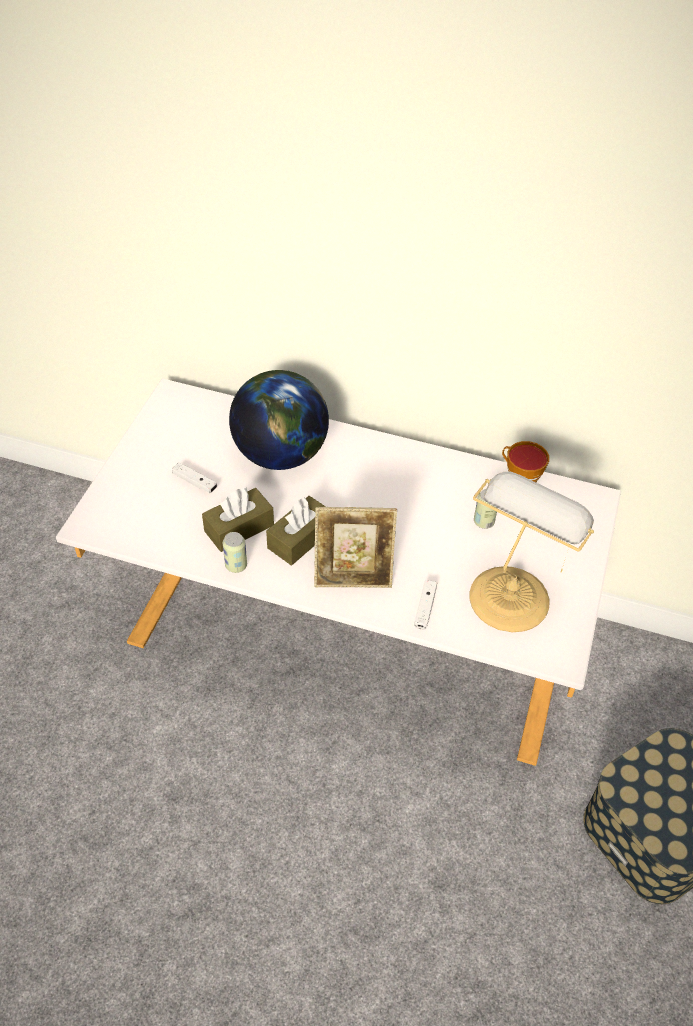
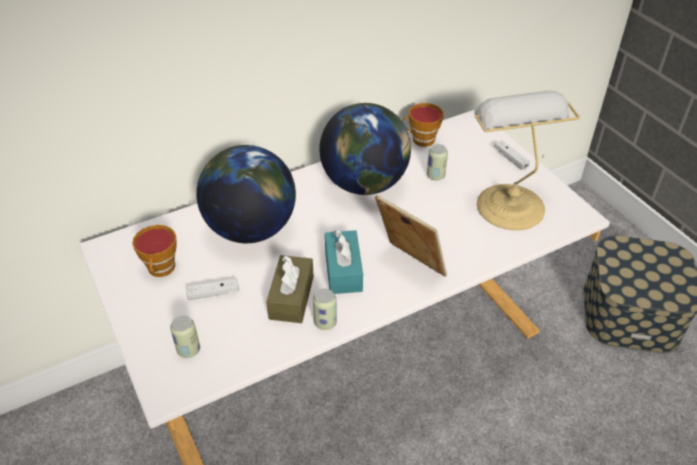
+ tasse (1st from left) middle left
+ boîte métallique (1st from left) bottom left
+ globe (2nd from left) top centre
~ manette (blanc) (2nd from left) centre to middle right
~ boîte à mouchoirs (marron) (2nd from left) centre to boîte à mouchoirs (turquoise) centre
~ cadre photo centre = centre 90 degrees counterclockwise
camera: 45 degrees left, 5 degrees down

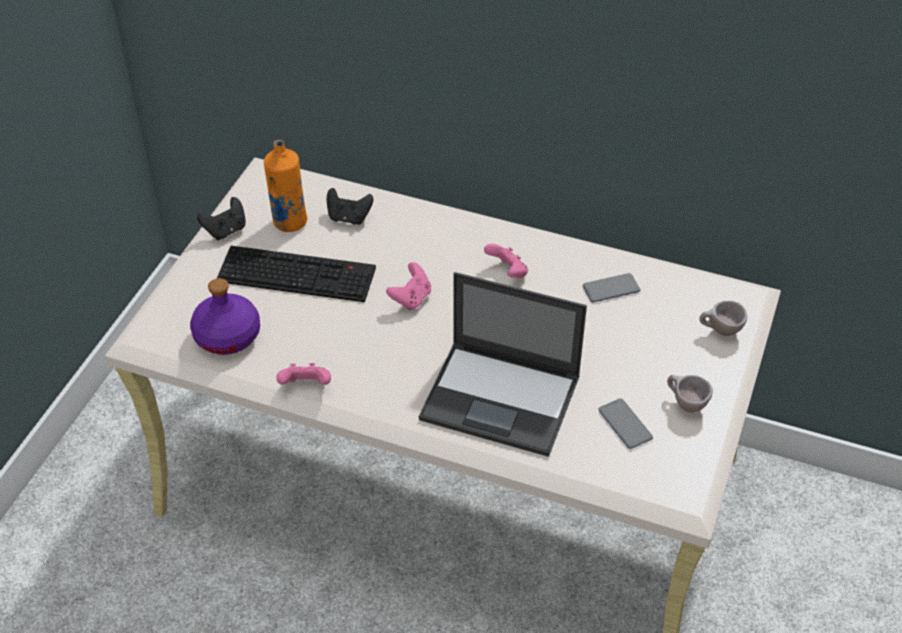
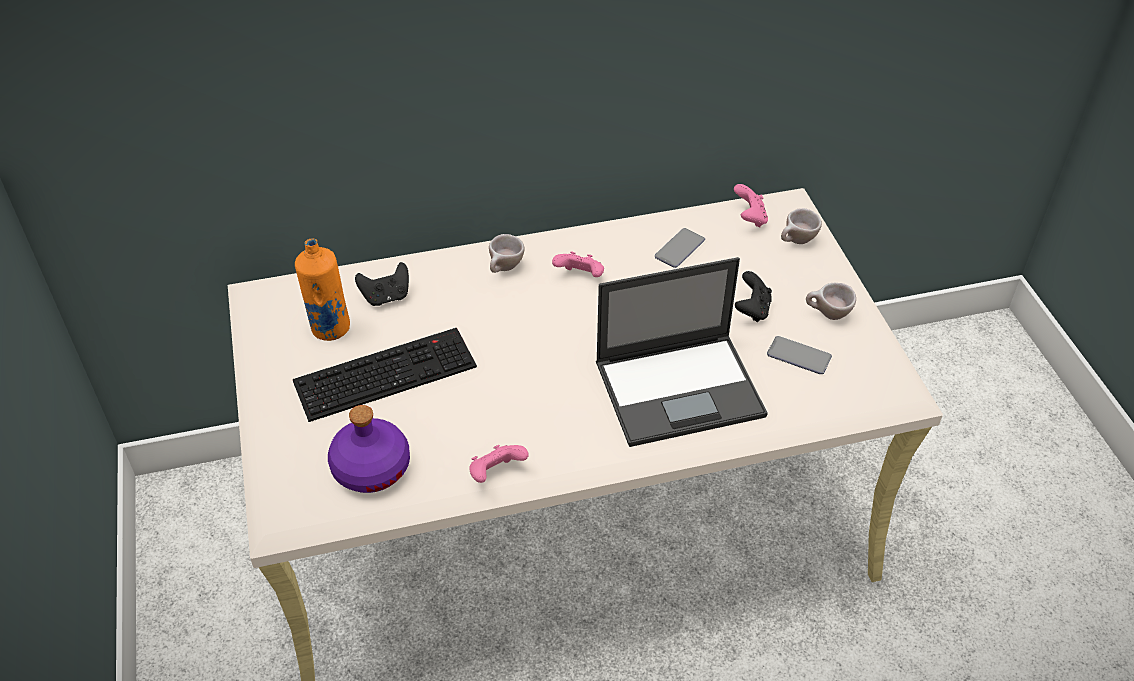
+ tasse (beige) (1st from left) centre
~ manette (noir) (1st from left in the first image) middle left to manette (noir) (2nd from left) centre
~ manette (rose) (2nd from left in the first image) centre to manette (rose) (3rd from left) top centre
camera: 35 degrees left, 0 degrees up

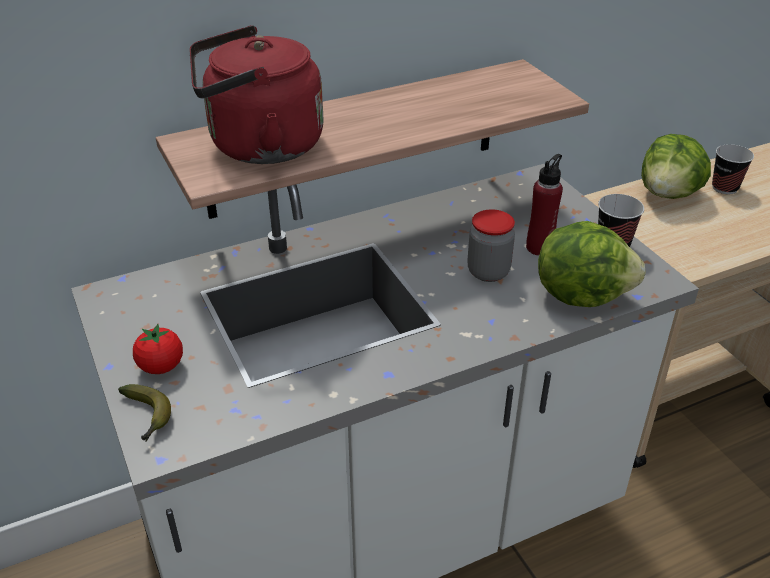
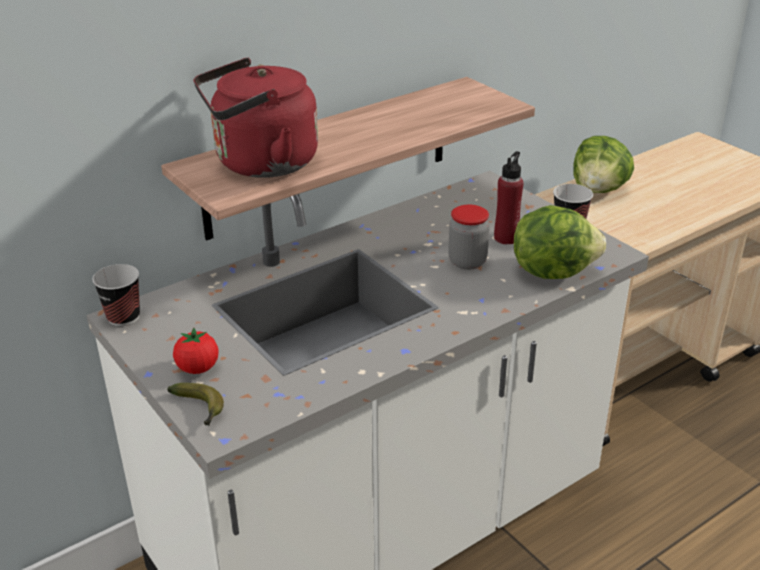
~ tasse (2nd from left in the first image) top right to tasse (1st from left) middle left
camera: 10 degrees left, 5 degrees down

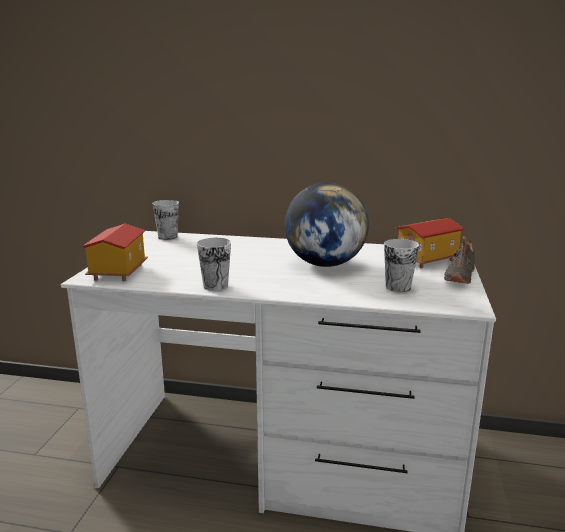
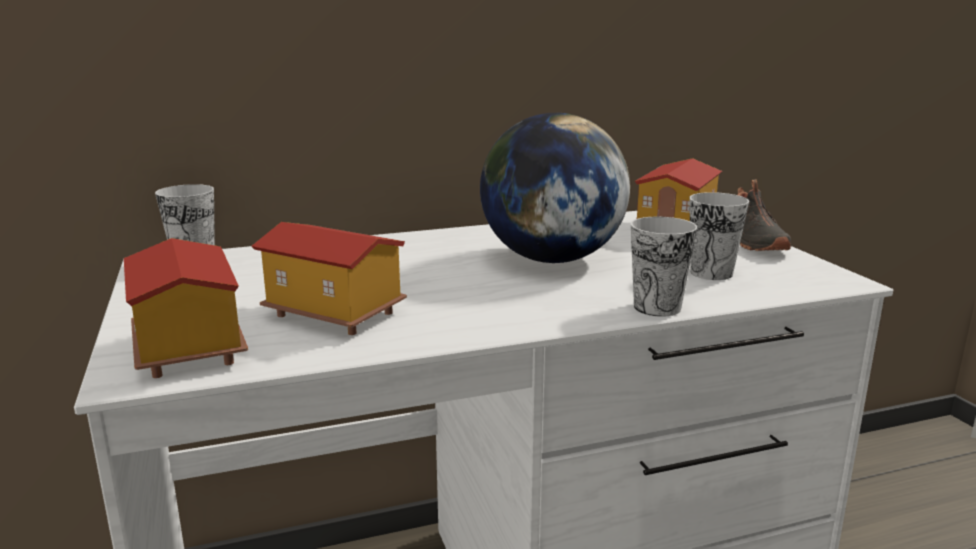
+ maison miniature (2nd from left) centre
~ tasse (2nd from left) centre to middle right
camera: 30 degrees left, 0 degrees up

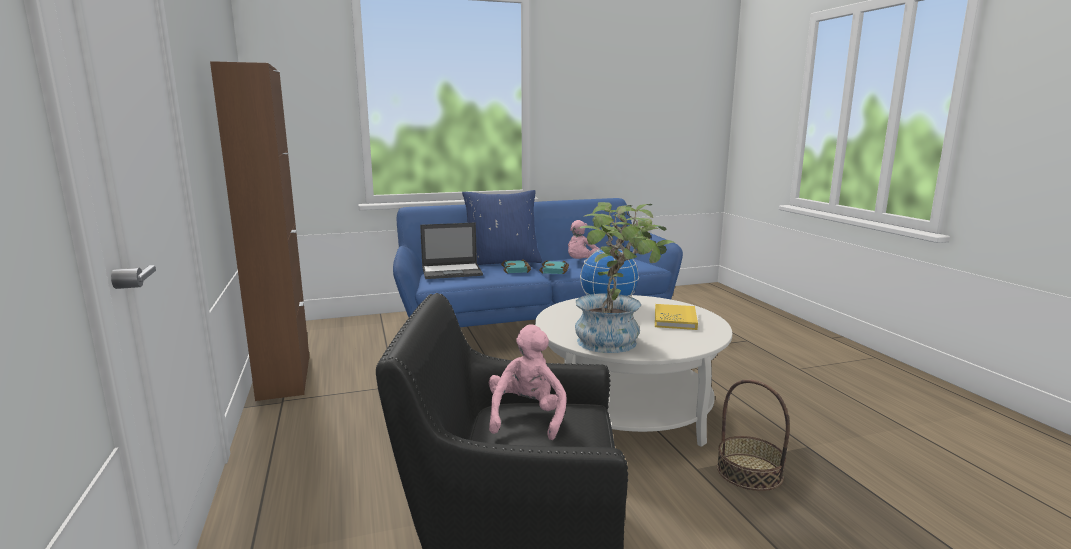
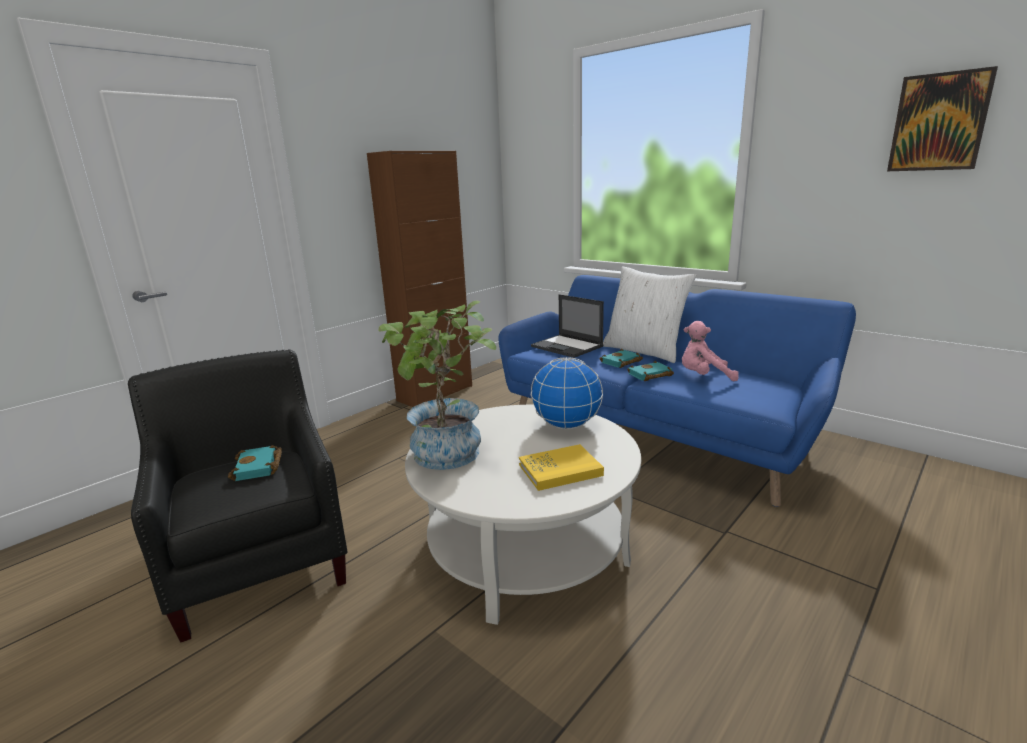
- panier bottom right
+ tableau top right
~ peluche (rose) (1st from left) bottom centre to livre (turquoise) (1st from left) middle left
~ coussin (bleu) centre to coussin (blanc) centre
camera: 60 degrees right, 5 degrees up

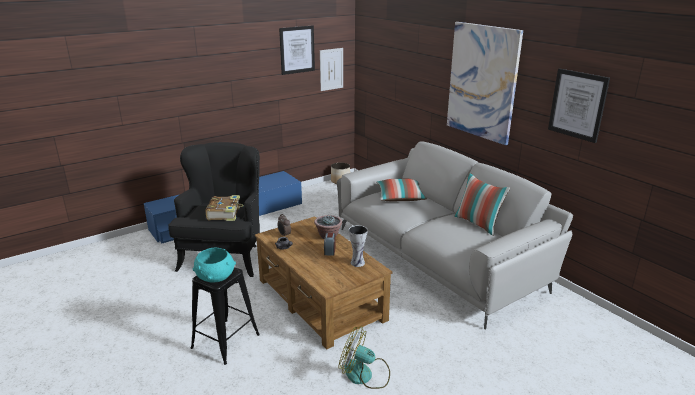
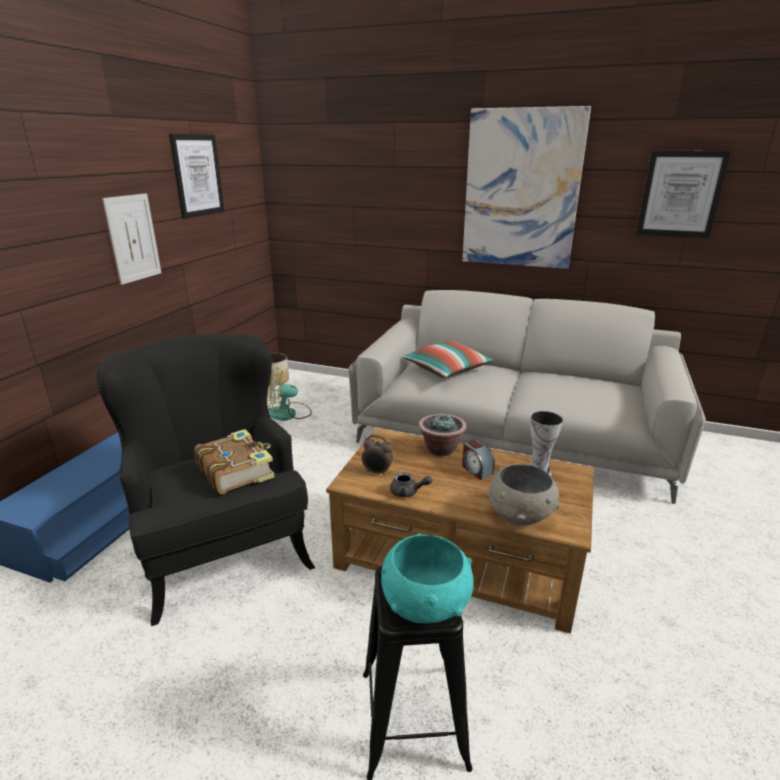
- coussin (2nd from left) middle right
+ bol (gris) middle right
~ tableau (2nd from left in the first image) top centre to tableau (1st from left) top left
~ ventilateur bottom centre to centre
camera: 35 degrees left, 0 degrees up

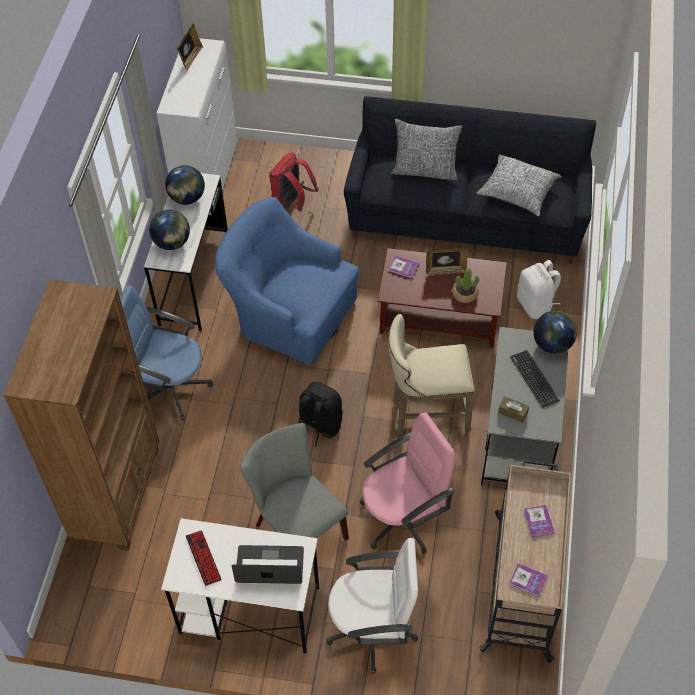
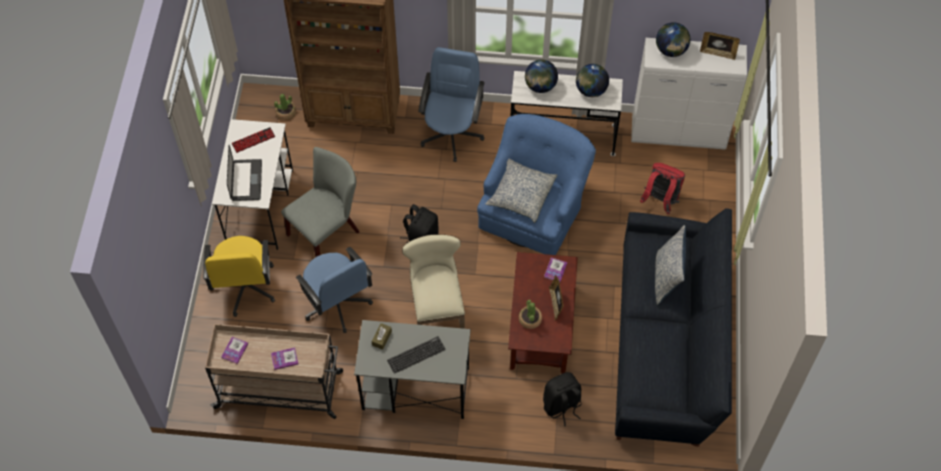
+ plante en pot (1st from left) top left
~ coussin (2nd from left in the first image) top right to coussin (1st from left) centre
~ globe (3rd from left) middle right to top right
~ chaise de bureau (blanc) bottom centre to chaise de bureau (jaune) middle left
~ chaise de bureau (rose) bottom centre to chaise de bureau (bleu) (1st from left) centre
~ sac à dos (blanc) middle right to sac à dos (noir) (2nd from left) bottom centre
camera: 85 degrees right, 5 degrees up

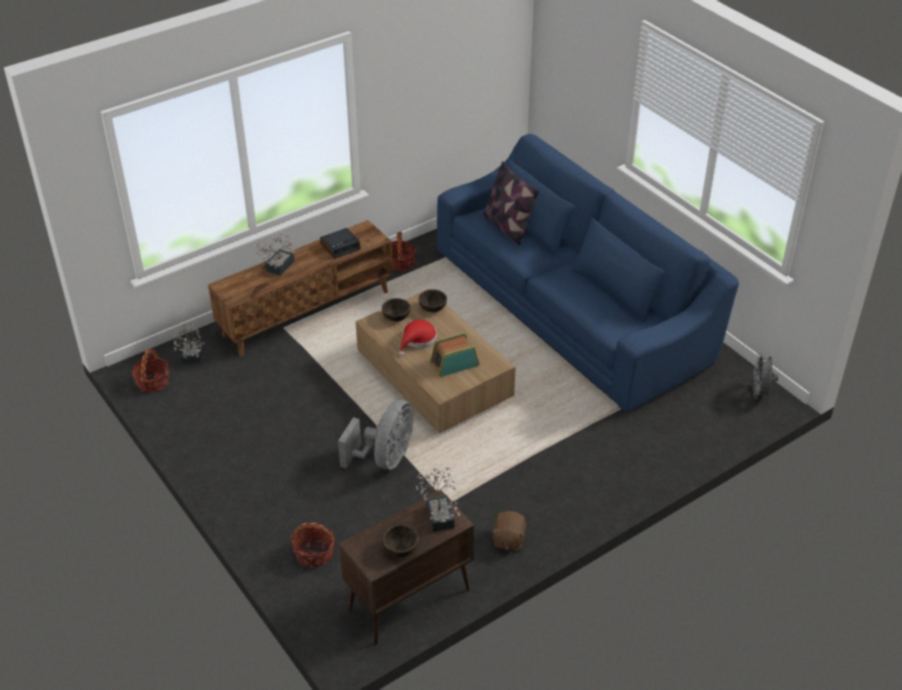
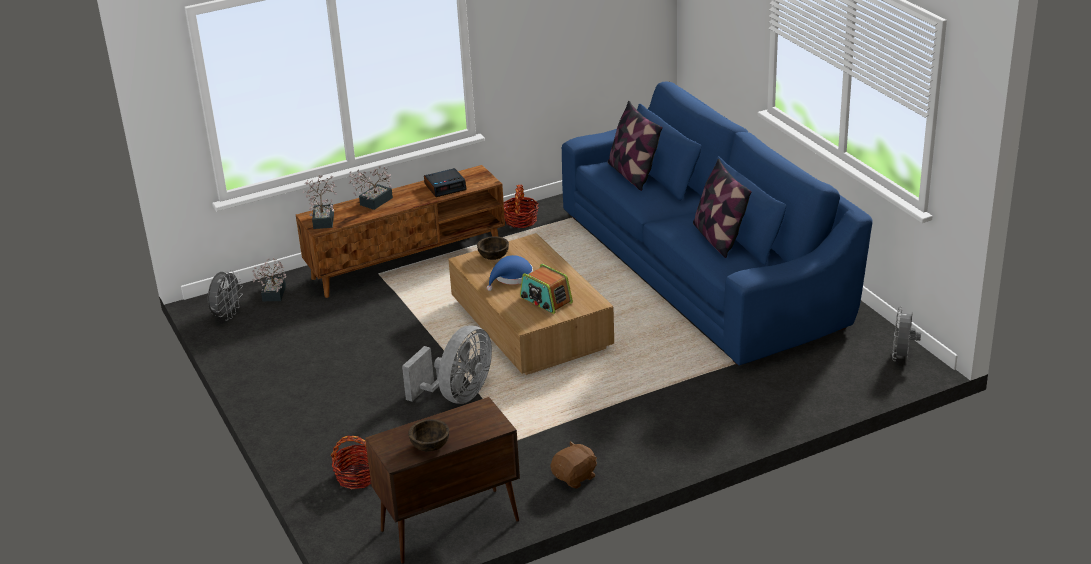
- bol (marron) (3rd from left) centre
+ coussin (2nd from left) centre
~ plante en pot (3rd from left in the first image) bottom centre to plante en pot (2nd from left) middle left
~ panier (1st from left) middle left to ventilateur (gris) (1st from left) middle left
~ chapeau (rouge) centre to chapeau (bleu) centre
~ radio centre = centre 120 degrees counterclockwise
~ peluche (marron) bottom centre = bottom centre 150 degrees counterclockwise
camera: 10 degrees right, 10 degrees down

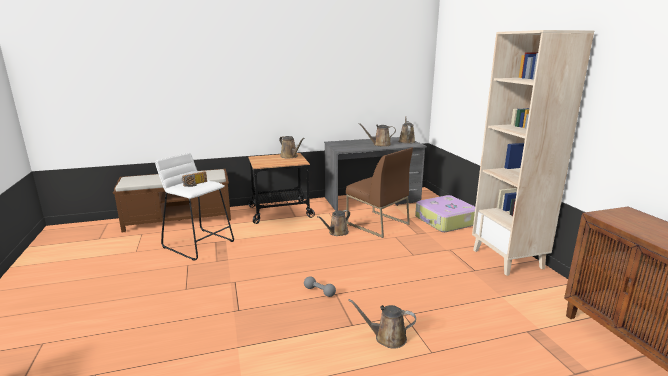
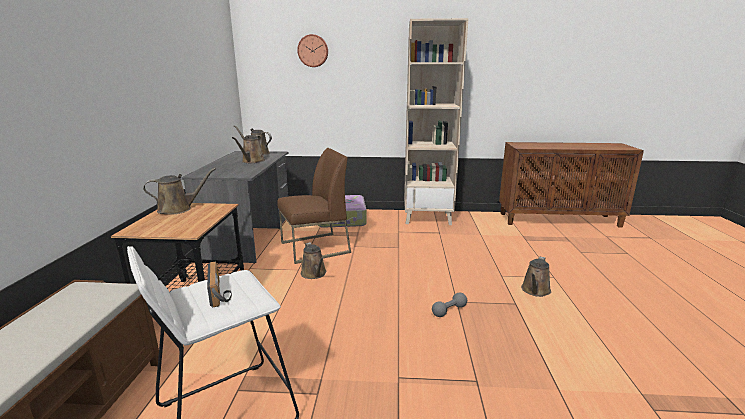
+ horloge murale top centre
camera: 70 degrees left, 0 degrees up

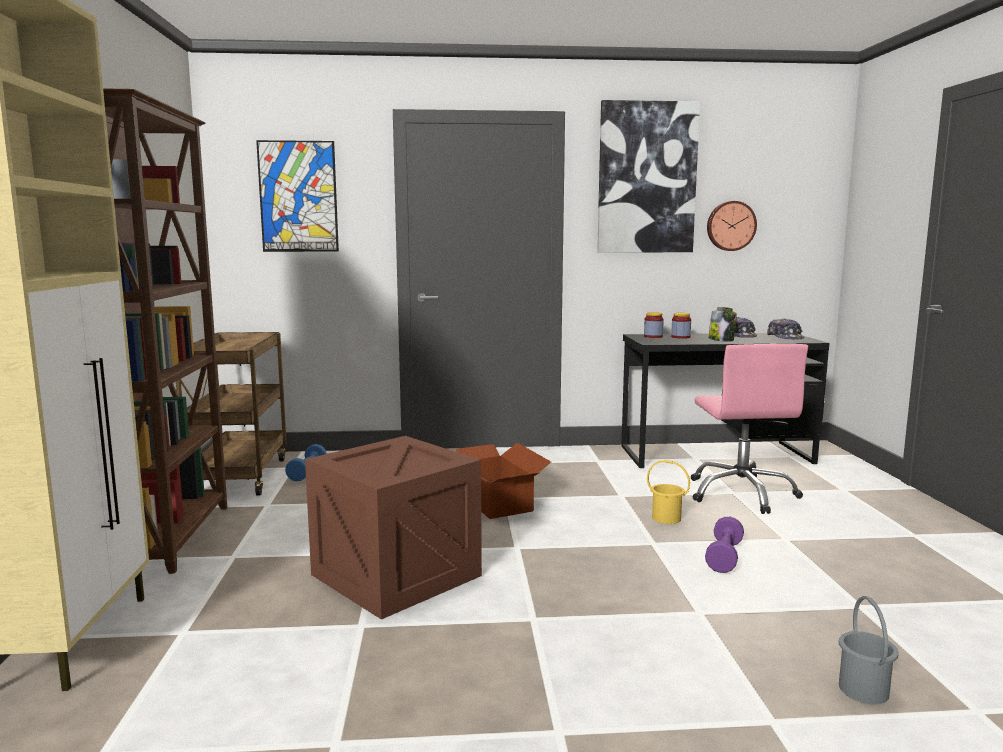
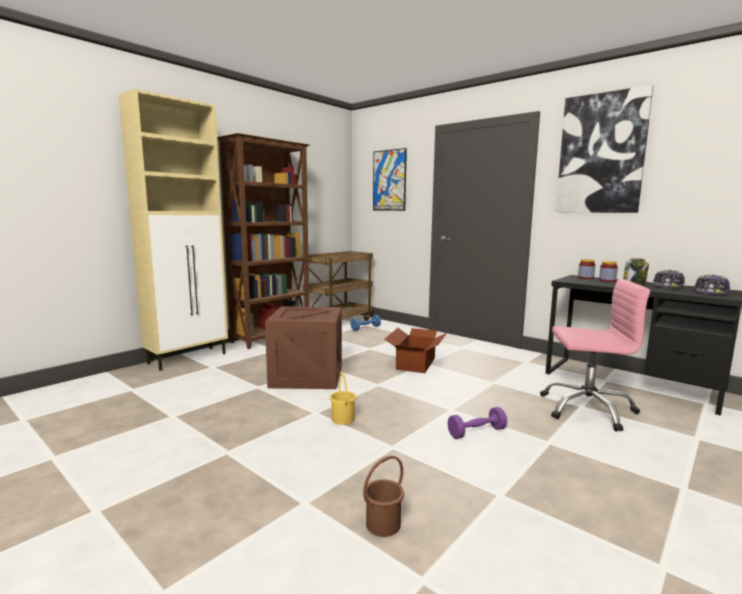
- horloge murale top right
~ seau (jaune) centre to bottom centre
~ seau (gris) bottom right to seau (marron) bottom centre
~ chaise de bureau (rose) middle right = middle right 120 degrees counterclockwise
camera: 45 degrees right, 0 degrees up

